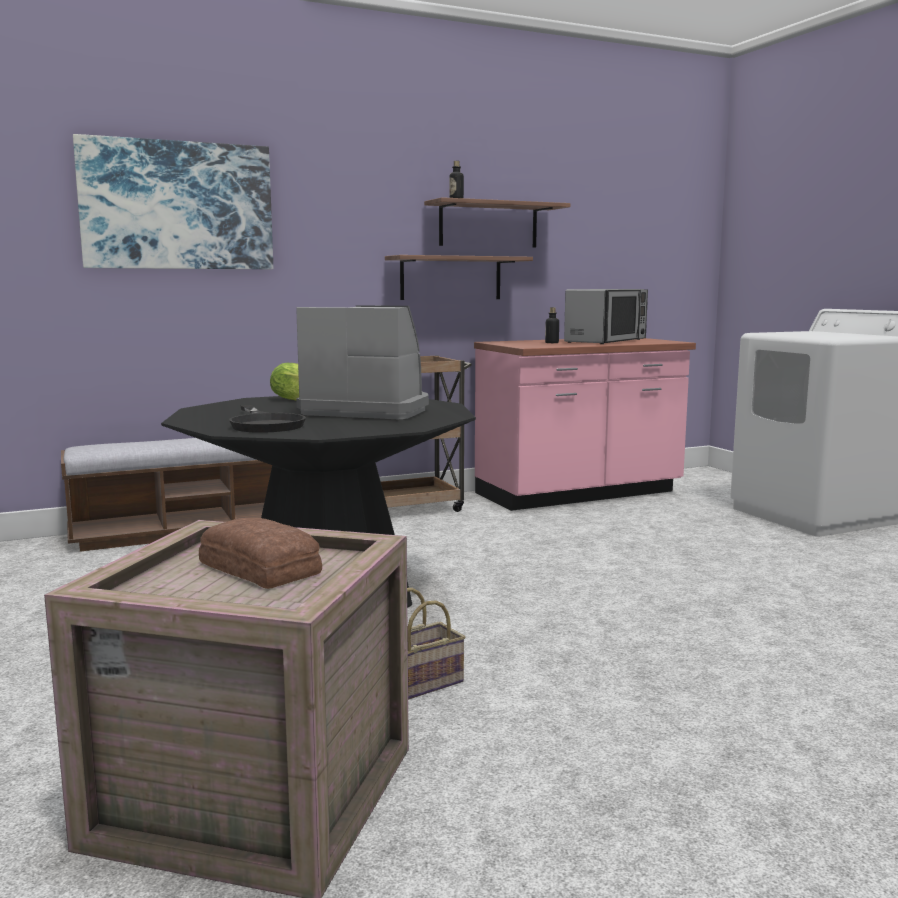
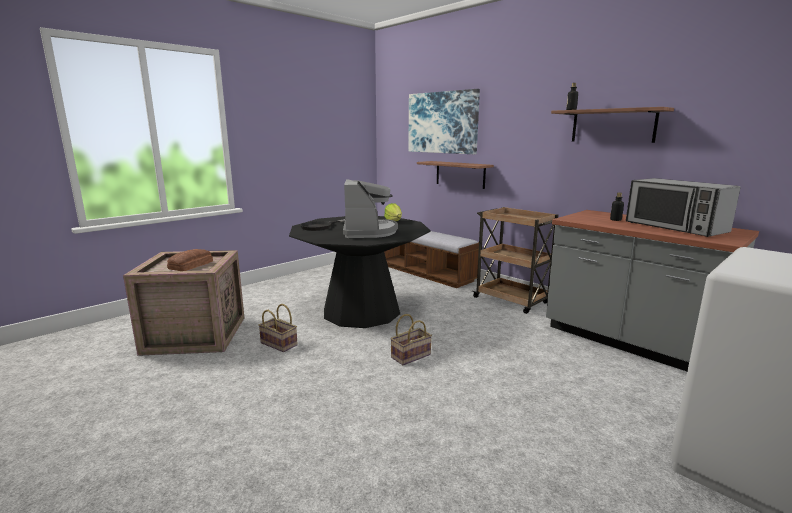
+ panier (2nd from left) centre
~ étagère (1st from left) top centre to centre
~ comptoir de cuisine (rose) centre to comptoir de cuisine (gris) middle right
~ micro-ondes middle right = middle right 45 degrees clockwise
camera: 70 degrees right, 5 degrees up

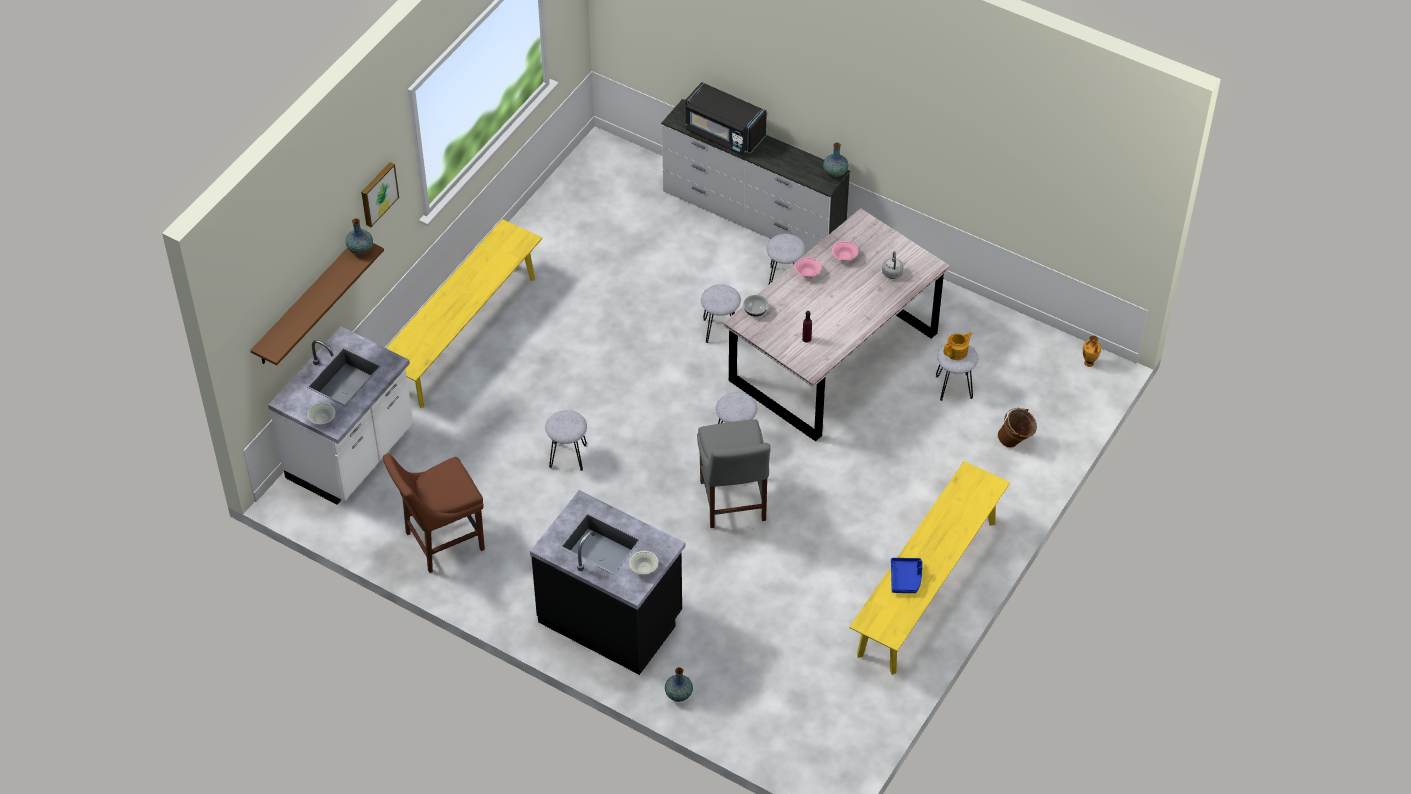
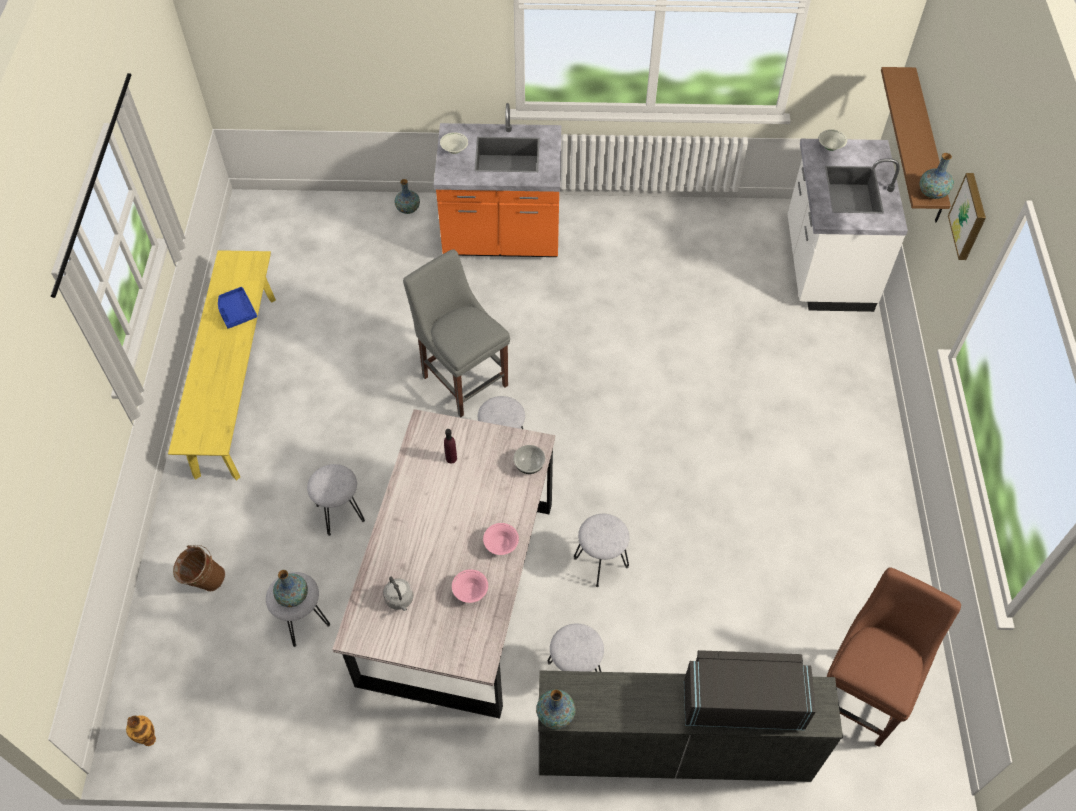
- banc (jaune) (1st from left) middle left
~ chaise (marron) middle left to bottom right
~ tabouret (gris) (1st from left in the first image) centre to tabouret (gris) (2nd from left) middle left
~ théière middle right to vase (2nd from left) bottom left
~ comptoir de cuisine (noir) bottom centre to comptoir de cuisine (orange) top centre
camera: 150 degrees right, 5 degrees up

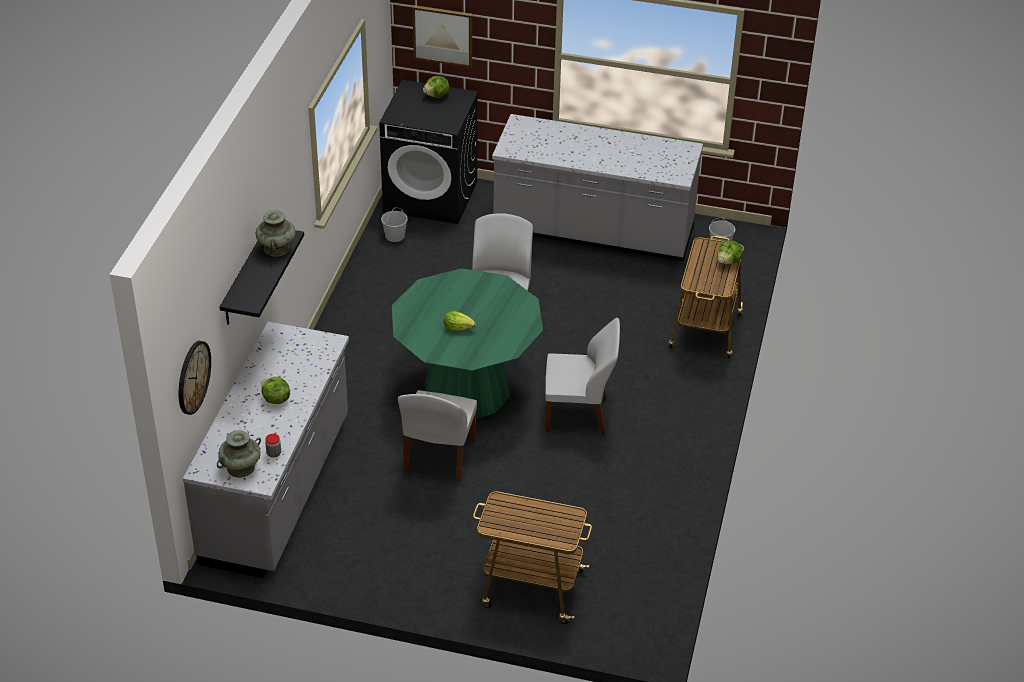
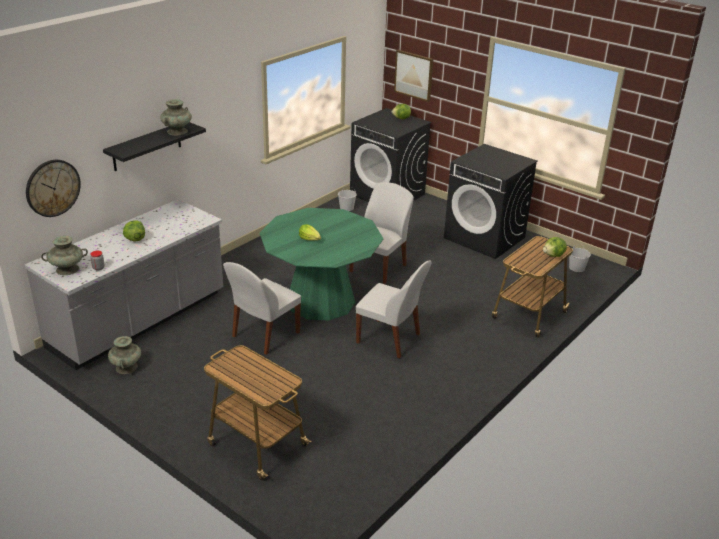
+ vase (turquoise) (2nd from left) middle left
~ comptoir de cuisine (gris) (2nd from left) top centre to lave-linge (noir) (2nd from left) middle right
camera: 25 degrees right, 10 degrees down

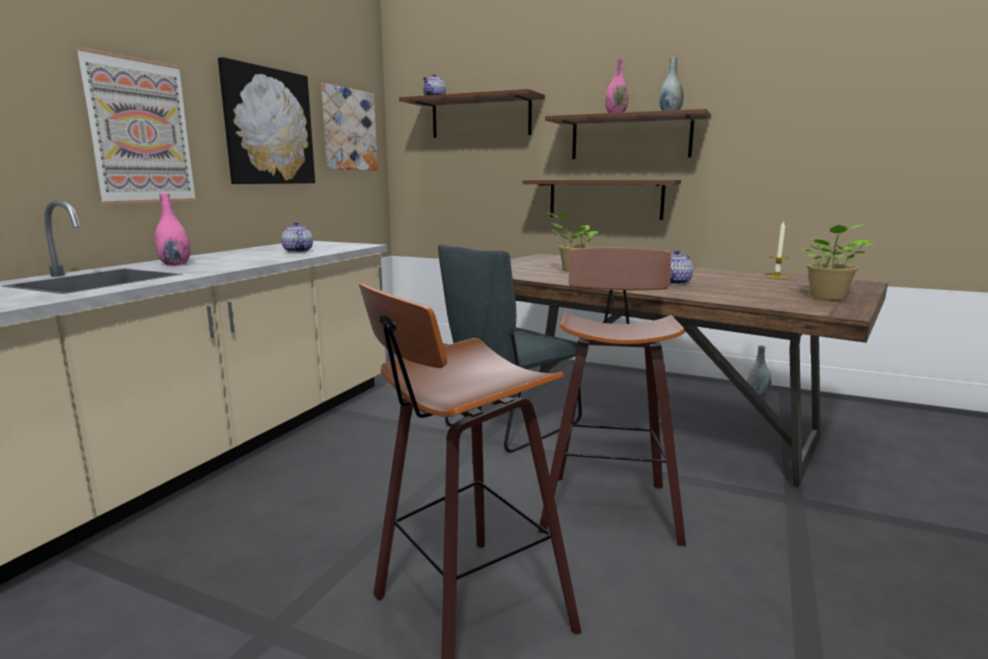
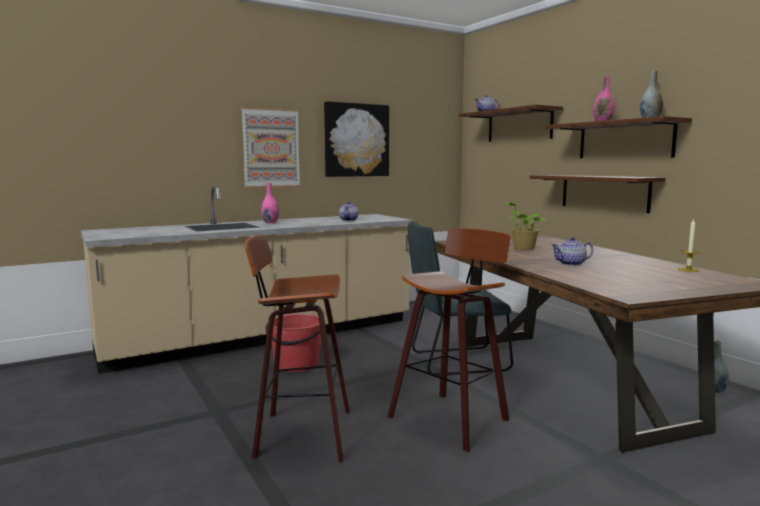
- tableau (3rd from left) top centre
- plante en pot (2nd from left) middle right
+ seau (rouge) bottom centre
camera: 35 degrees right, 5 degrees down

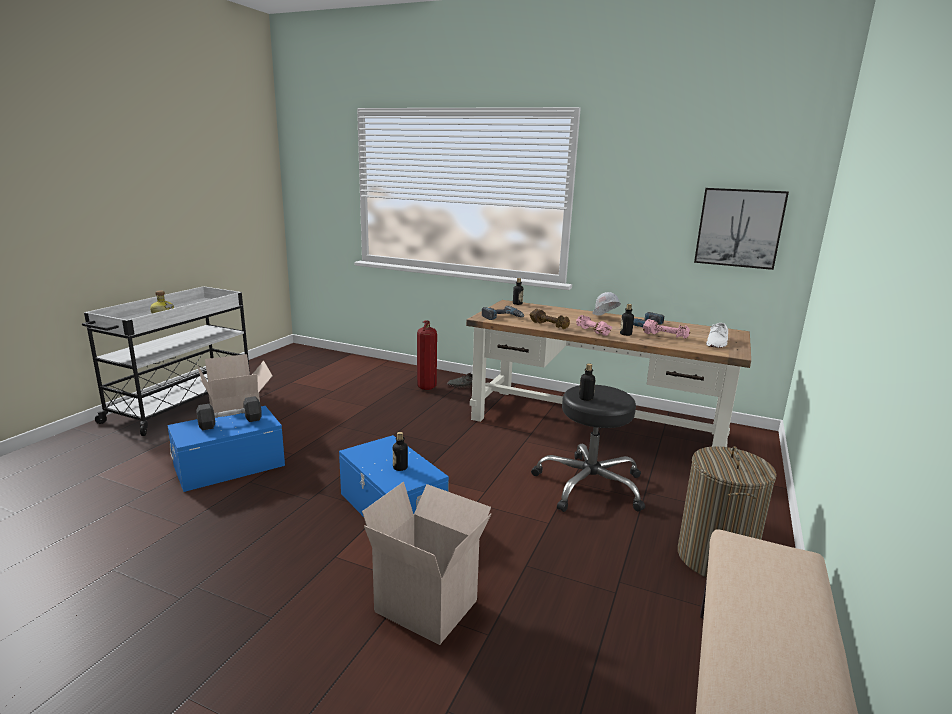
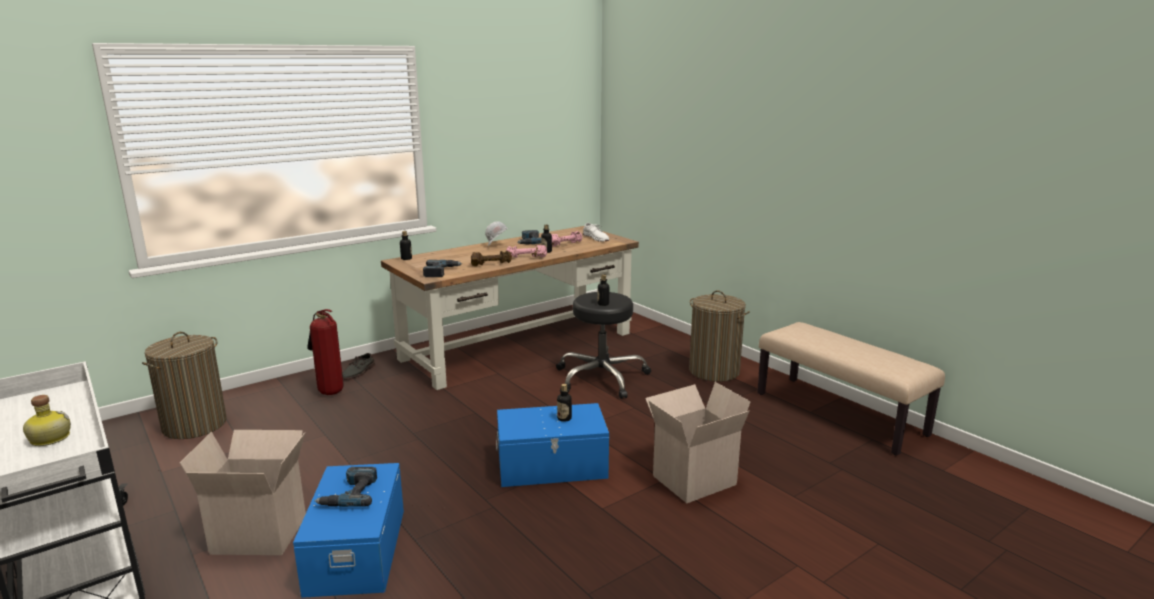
- tableau top right
+ panier à linge (1st from left) middle left
~ haltère (gris) middle left to perceuse (1st from left) bottom left
camera: 60 degrees left, 0 degrees up

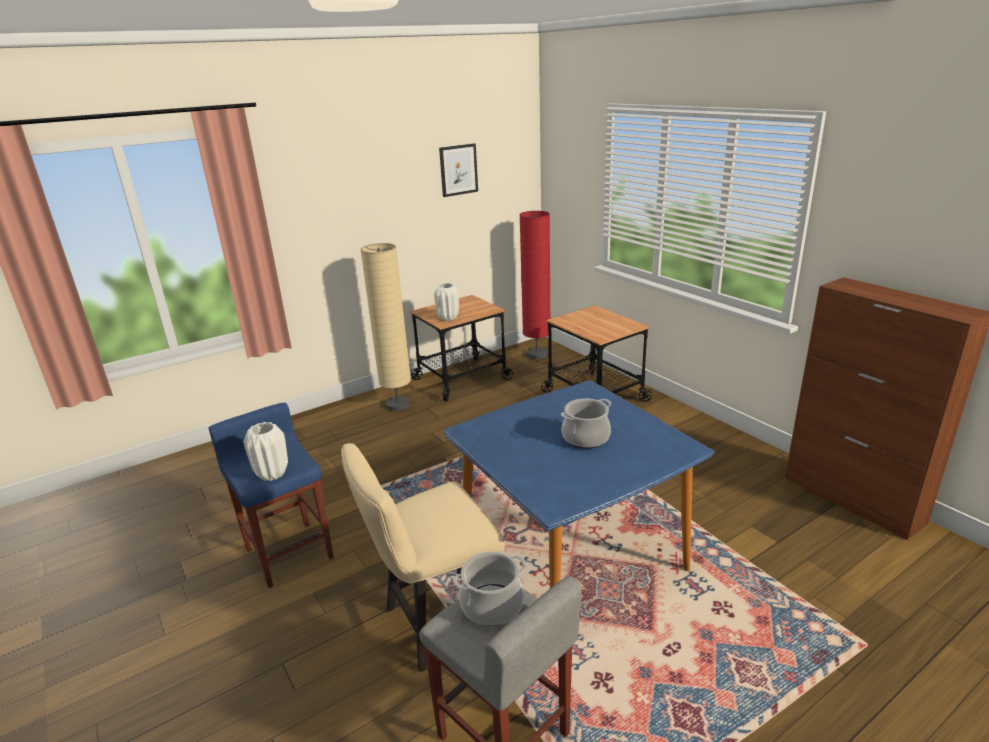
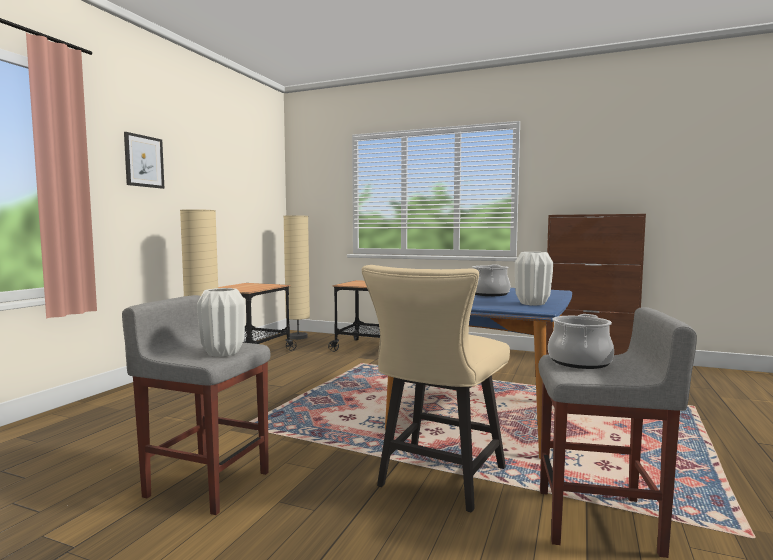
~ vase (blanc) (2nd from left) centre to middle right
~ tableau top centre to top left
~ tabouret (bleu) bottom left to tabouret (gris) (1st from left) bottom left
~ lampadaire (rouge) centre to lampadaire (beige) (2nd from left) centre
camera: 35 degrees left, 20 degrees down

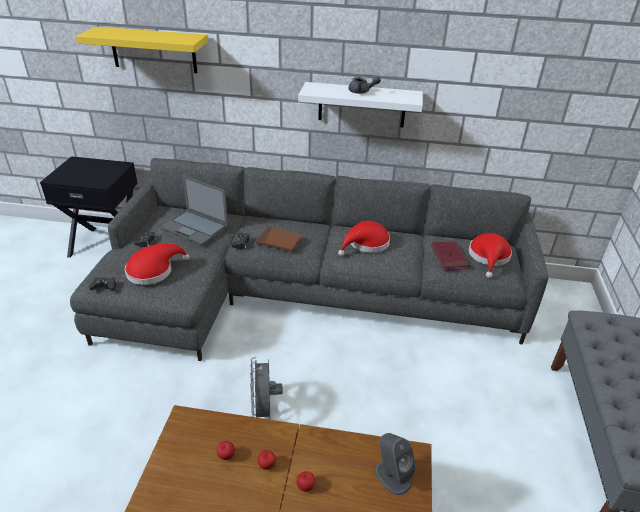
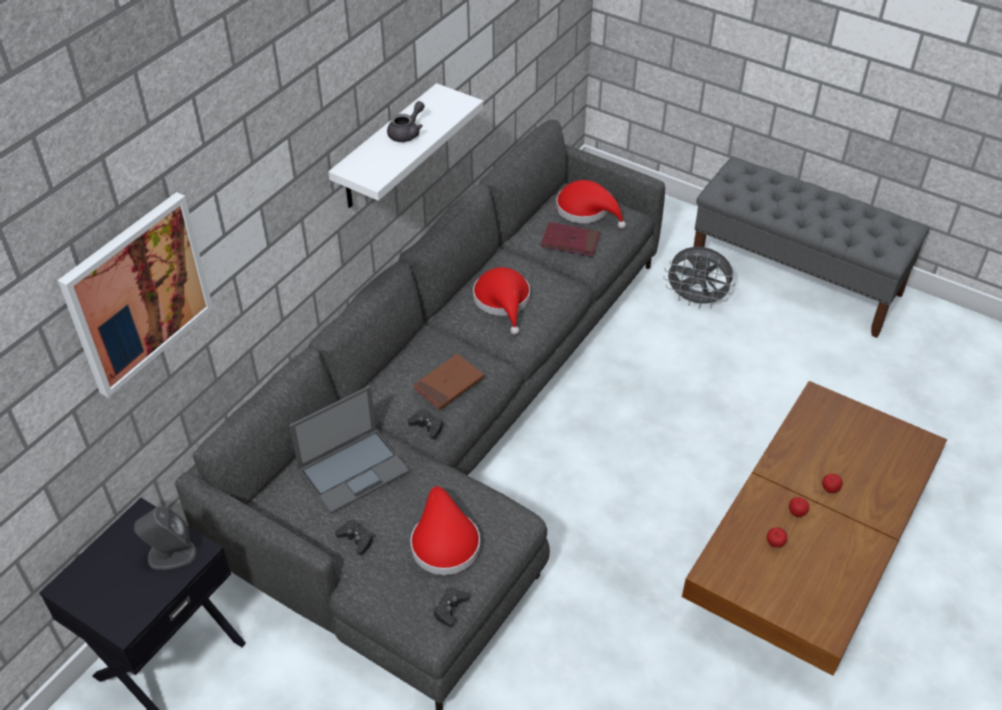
~ ventilateur (gris) bottom centre to middle right
~ enceinte (gris) bottom centre to bottom left
~ étagère (jaune) top left to tableau middle left
camera: 65 degrees left, 10 degrees up

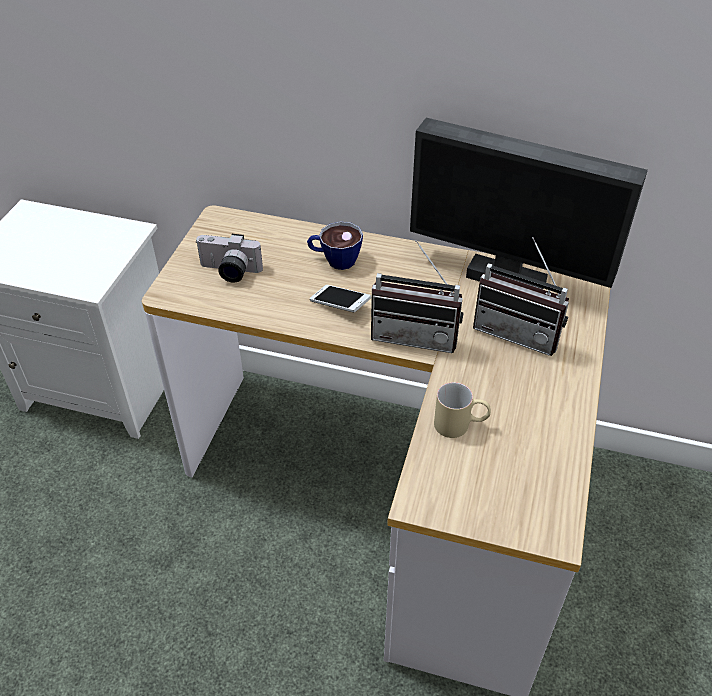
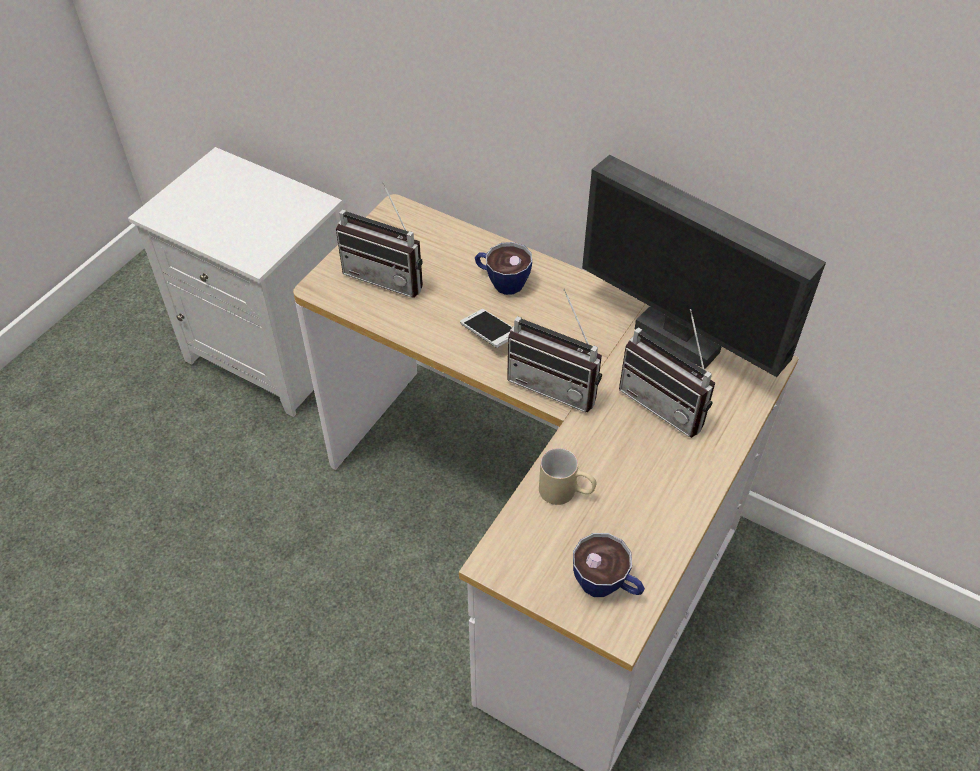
+ tasse (2nd from left) bottom centre
~ appareil photo middle left to radio (1st from left) top centre
camera: 15 degrees right, 5 degrees up

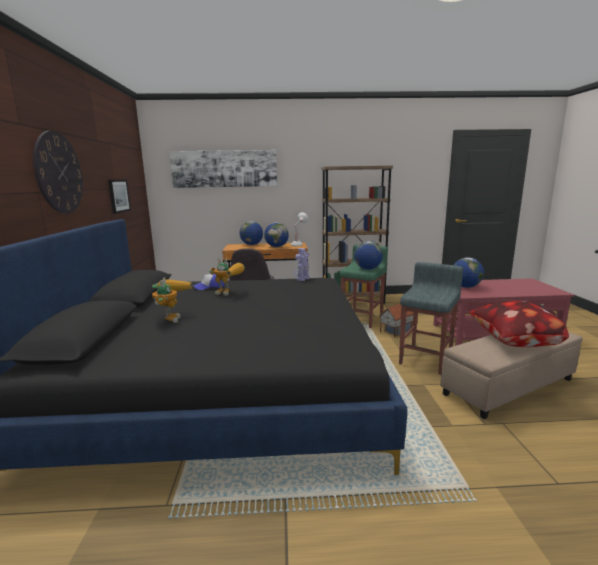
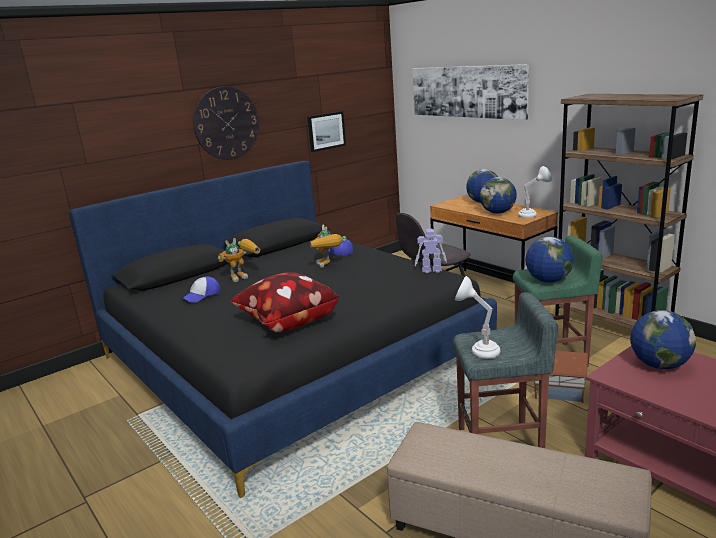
+ casquette (1st from left) middle left
+ lampe de table (blanc) (1st from left) middle right
~ coussin middle right to centre
camera: 55 degrees right, 5 degrees up

